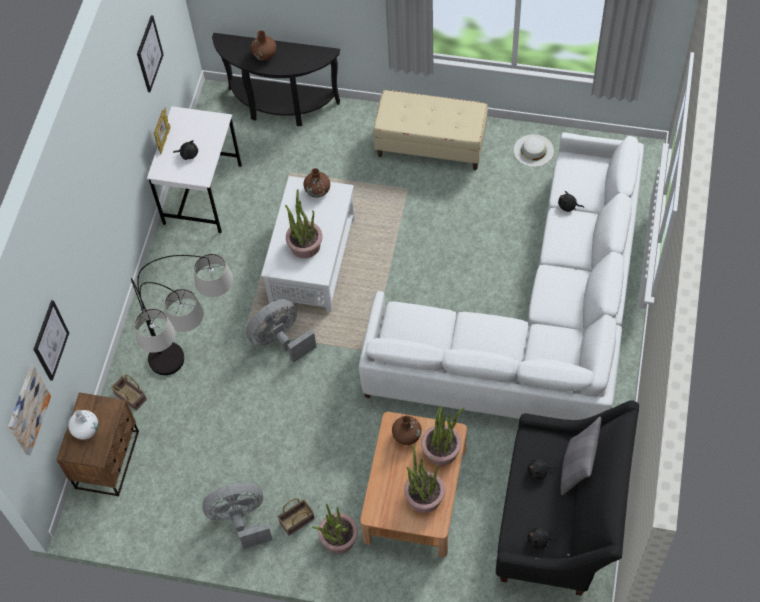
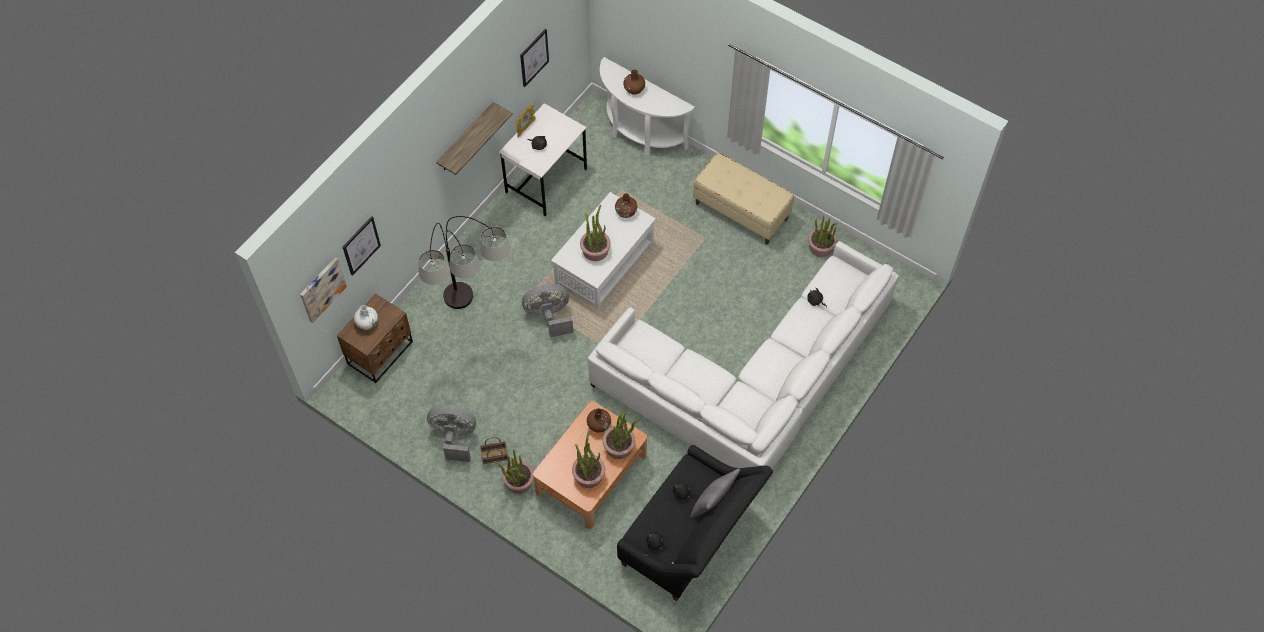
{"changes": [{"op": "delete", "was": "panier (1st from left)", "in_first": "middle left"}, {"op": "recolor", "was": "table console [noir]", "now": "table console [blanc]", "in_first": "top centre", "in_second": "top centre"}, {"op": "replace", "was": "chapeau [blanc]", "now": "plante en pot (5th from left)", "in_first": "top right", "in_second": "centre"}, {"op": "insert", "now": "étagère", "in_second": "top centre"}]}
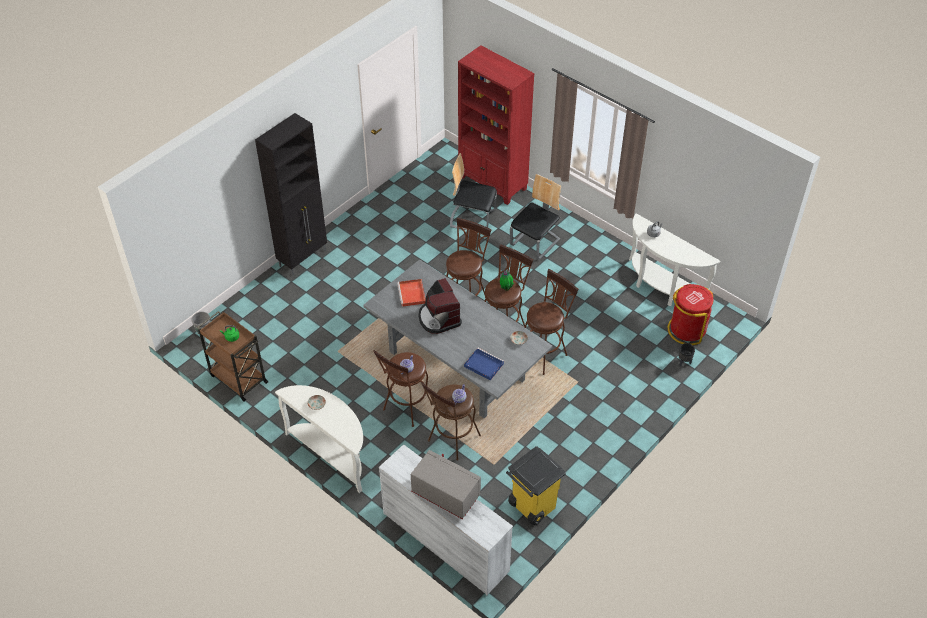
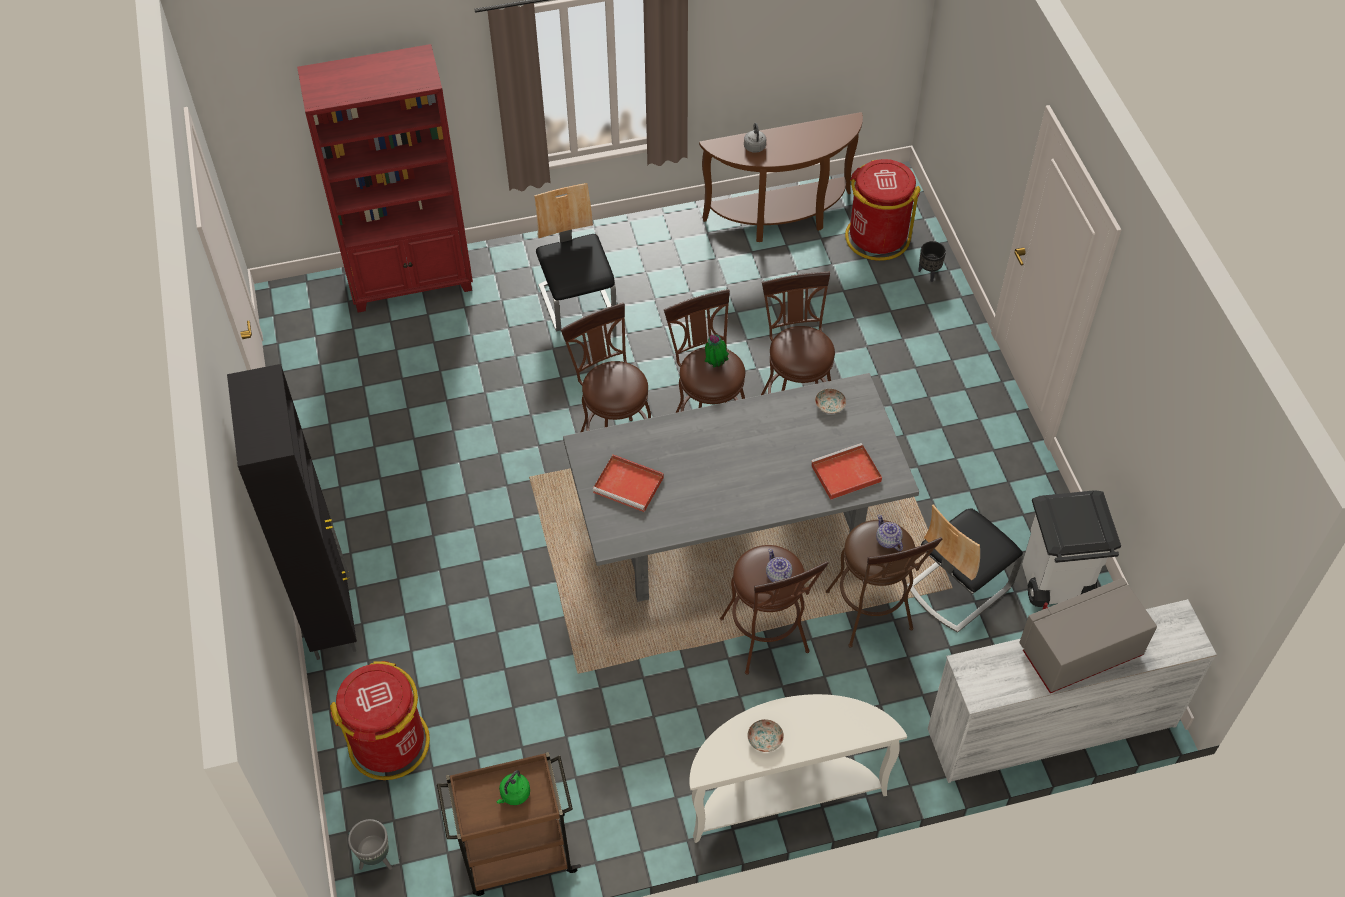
{"changes": [{"op": "delete", "was": "machine à café", "in_first": "centre"}, {"op": "move", "was": "chaise (1st from left in the first image)", "now": "chaise (2nd from left)", "in_first": "top centre", "in_second": "middle right"}, {"op": "recolor", "was": "plateau [bleu]", "now": "plateau [rouge] (2nd from left)", "in_first": "centre", "in_second": "centre"}, {"op": "recolor", "was": "poubelle [jaune]", "now": "poubelle [blanc]", "in_first": "bottom centre", "in_second": "middle right"}, {"op": "recolor", "was": "table console [blanc] (2nd from left)", "now": "table console [marron]", "in_first": "middle right", "in_second": "top centre"}, {"op": "insert", "now": "poubelle [rouge] (1st from left)", "in_second": "bottom left"}]}
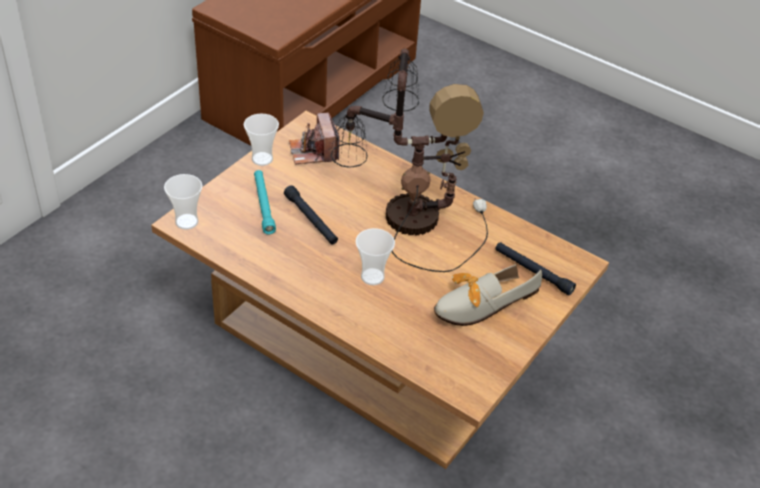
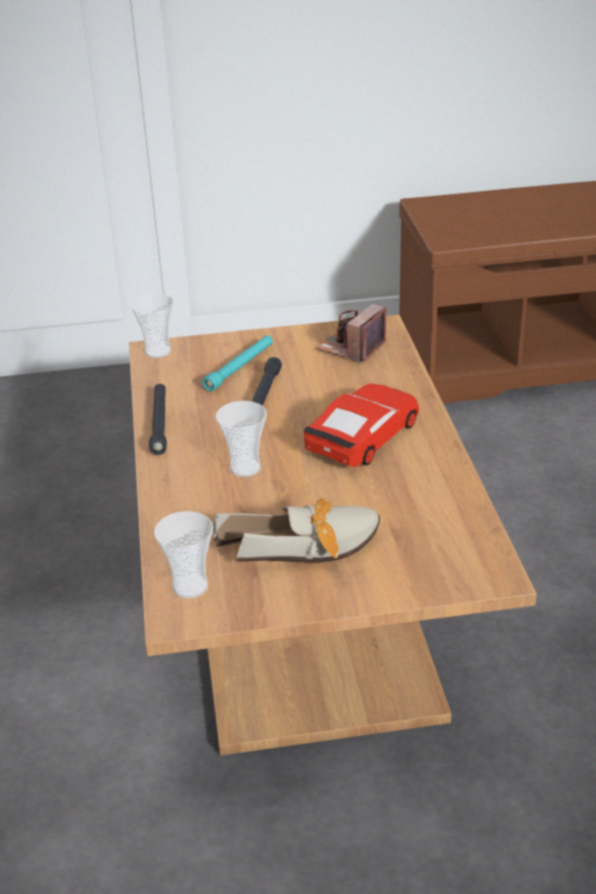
{"changes": [{"op": "move", "was": "tasse (2nd from left)", "in_first": "top centre", "in_second": "middle left"}, {"op": "replace", "was": "lampe de table", "now": "petite voiture [rouge]", "in_first": "top centre", "in_second": "centre"}, {"op": "rotate", "was": "chaussure", "in_first": "centre", "in_second": "centre", "clockwise": 150}, {"op": "move", "was": "lampe de poche [noir] (2nd from left in the first image)", "now": "lampe de poche [noir] (1st from left)", "in_first": "middle right", "in_second": "middle left"}]}
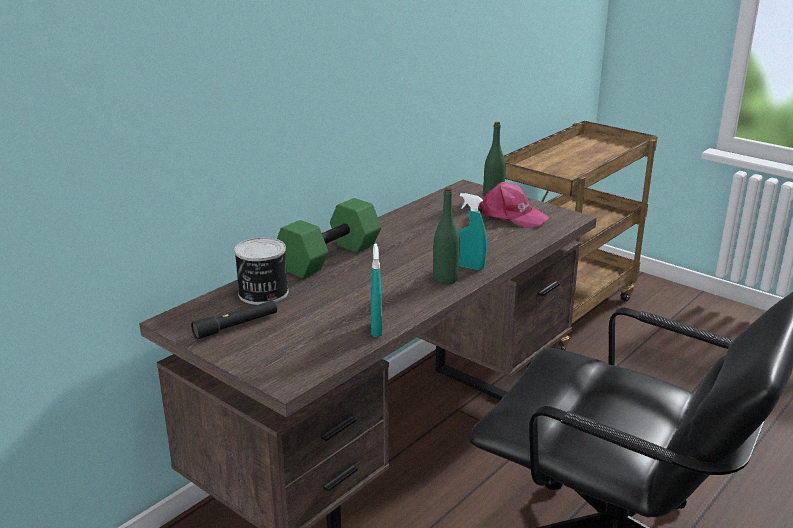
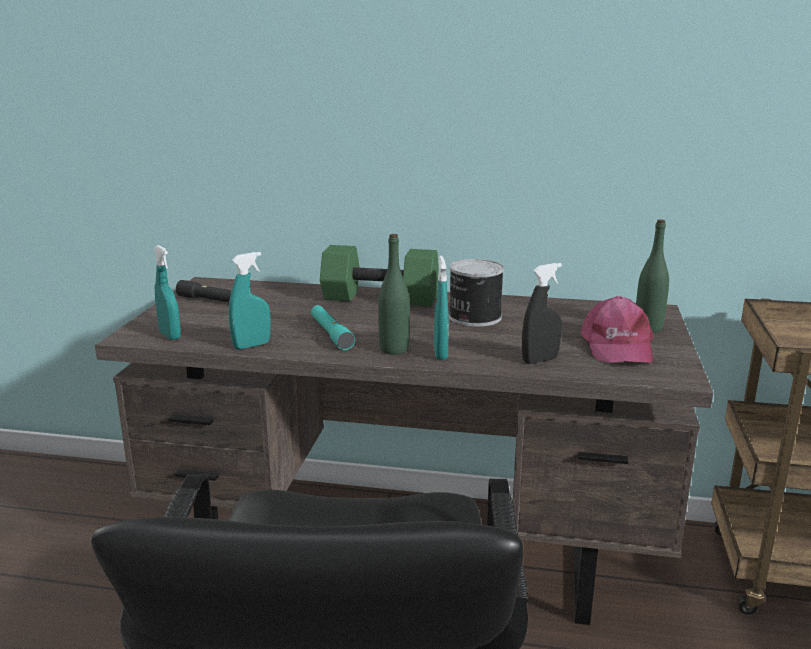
{"changes": [{"op": "move", "was": "boîte métallique", "in_first": "middle left", "in_second": "centre"}, {"op": "insert", "now": "vaporisateur [turquoise] (1st from left)", "in_second": "middle left"}, {"op": "insert", "now": "lampe de poche [turquoise]", "in_second": "centre"}, {"op": "insert", "now": "vaporisateur [noir]", "in_second": "middle right"}]}
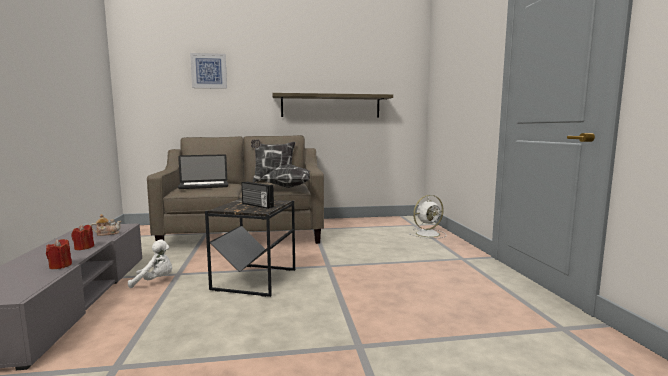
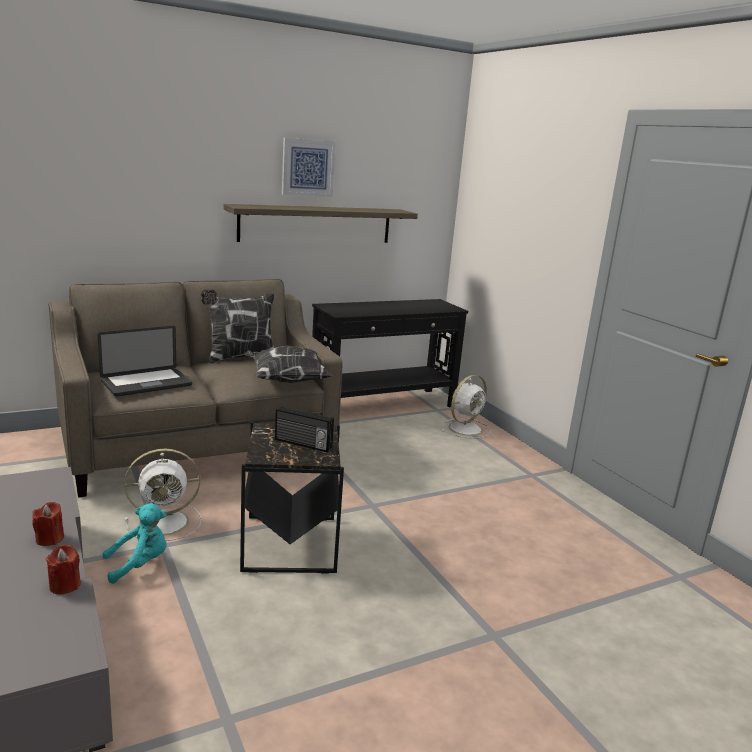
{"changes": [{"op": "delete", "was": "théière", "in_first": "middle left"}, {"op": "recolor", "was": "peluche [blanc]", "now": "peluche [turquoise]", "in_first": "bottom left", "in_second": "bottom left"}, {"op": "move", "was": "tableau", "in_first": "top left", "in_second": "top centre"}, {"op": "insert", "now": "ventilateur [blanc] (1st from left)", "in_second": "middle left"}, {"op": "insert", "now": "table console [noir]", "in_second": "centre"}]}
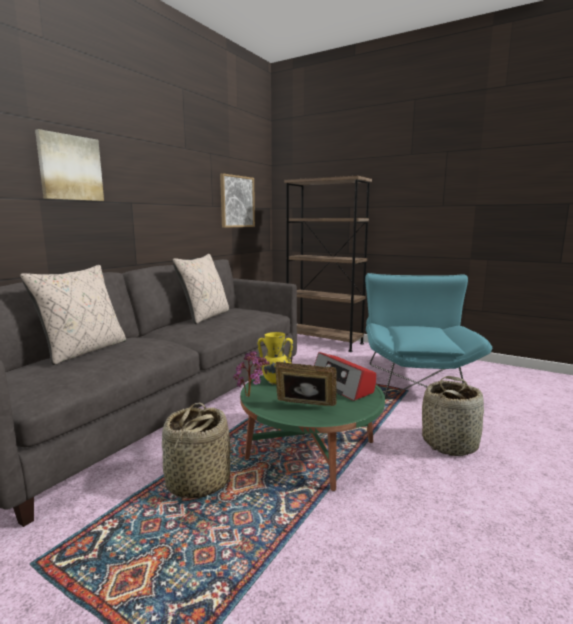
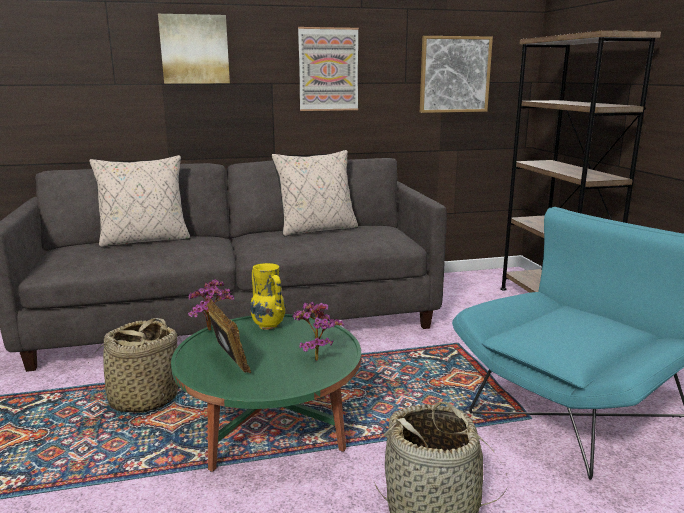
{"changes": [{"op": "replace", "was": "radio", "now": "plante en pot (2nd from left)", "in_first": "centre", "in_second": "centre"}, {"op": "insert", "now": "tableau (2nd from left)", "in_second": "top centre"}]}
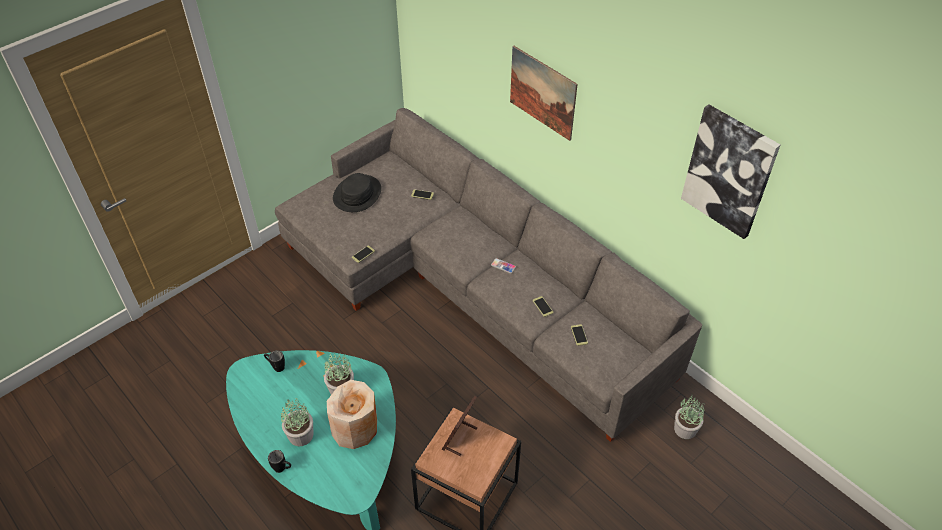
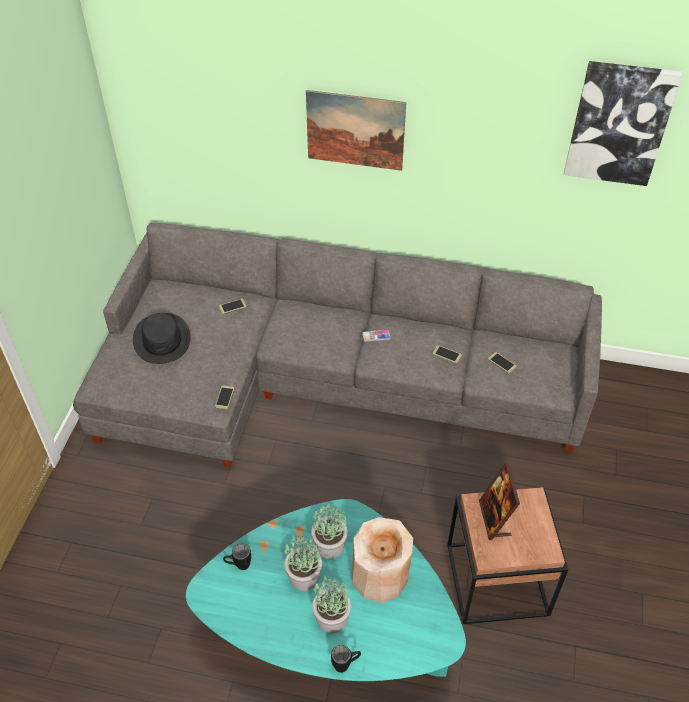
{"changes": [{"op": "move", "was": "plante en pot (3rd from left in the first image)", "now": "plante en pot (1st from left)", "in_first": "bottom right", "in_second": "bottom centre"}]}
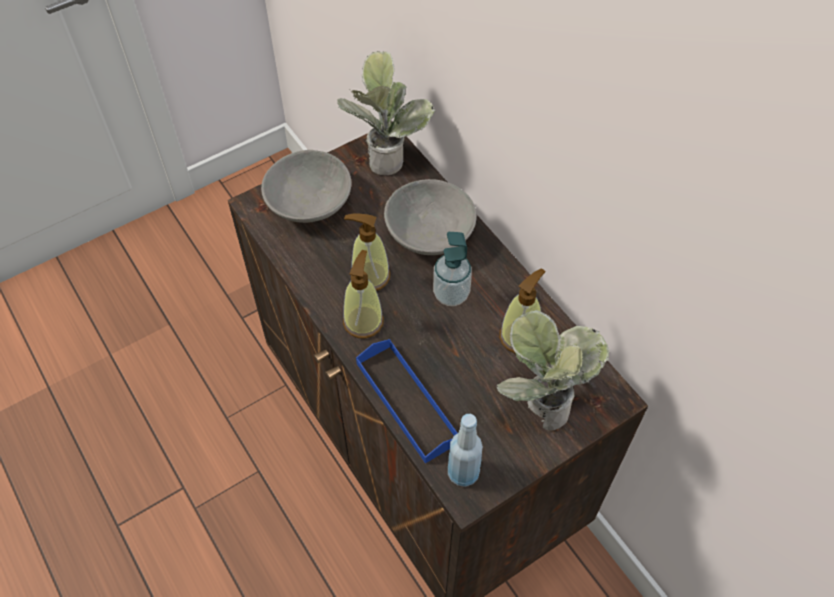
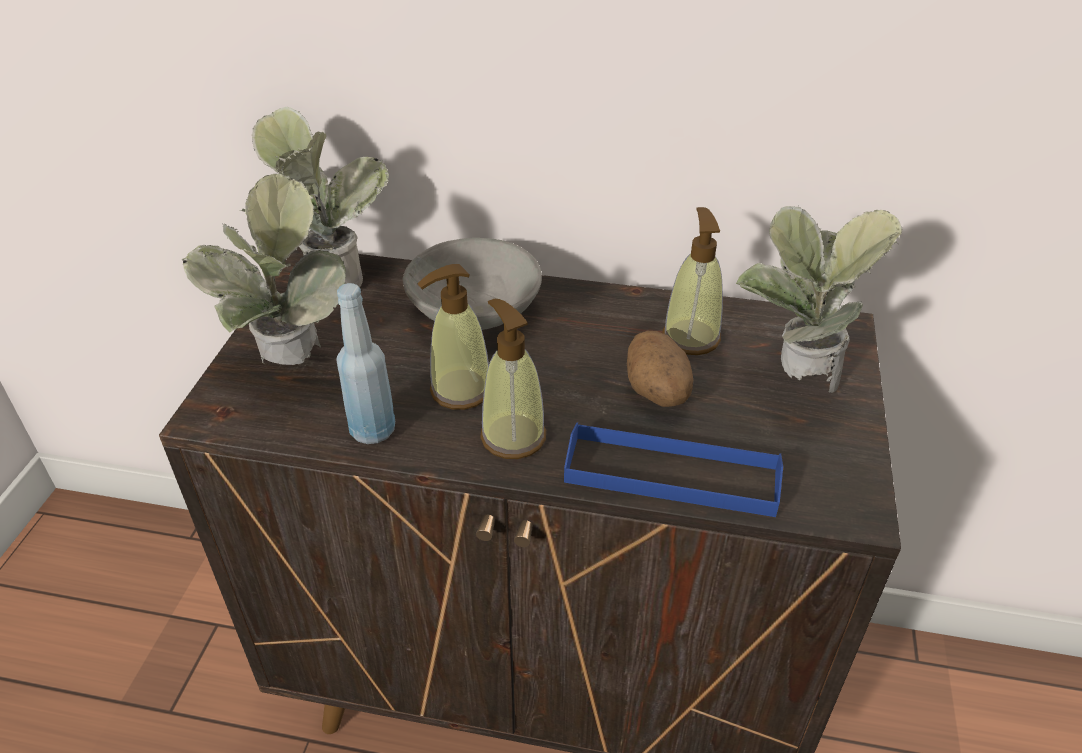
{"changes": [{"op": "replace", "was": "bol [gris] (1st from left)", "now": "plante en pot (1st from left)", "in_first": "top centre", "in_second": "middle left"}, {"op": "delete", "was": "distributeur de savon (3rd from left)", "in_first": "centre"}, {"op": "move", "was": "bouteille [bleu]", "in_first": "bottom centre", "in_second": "centre"}, {"op": "insert", "now": "pomme de terre", "in_second": "centre"}]}
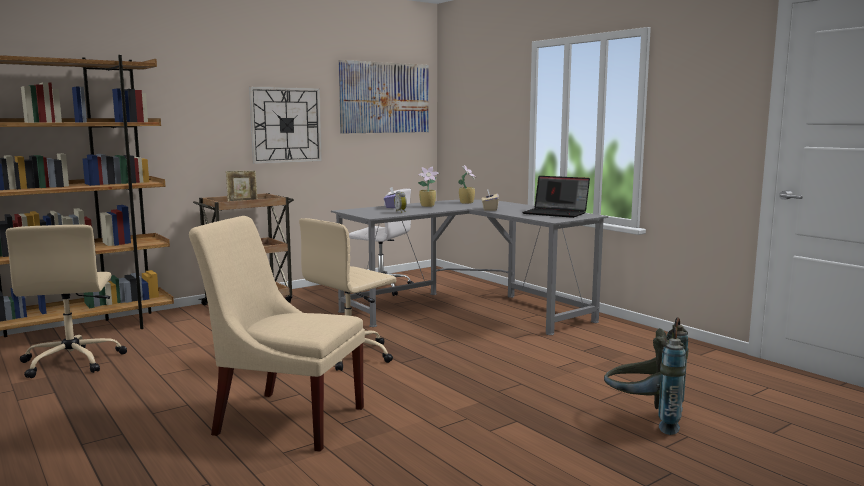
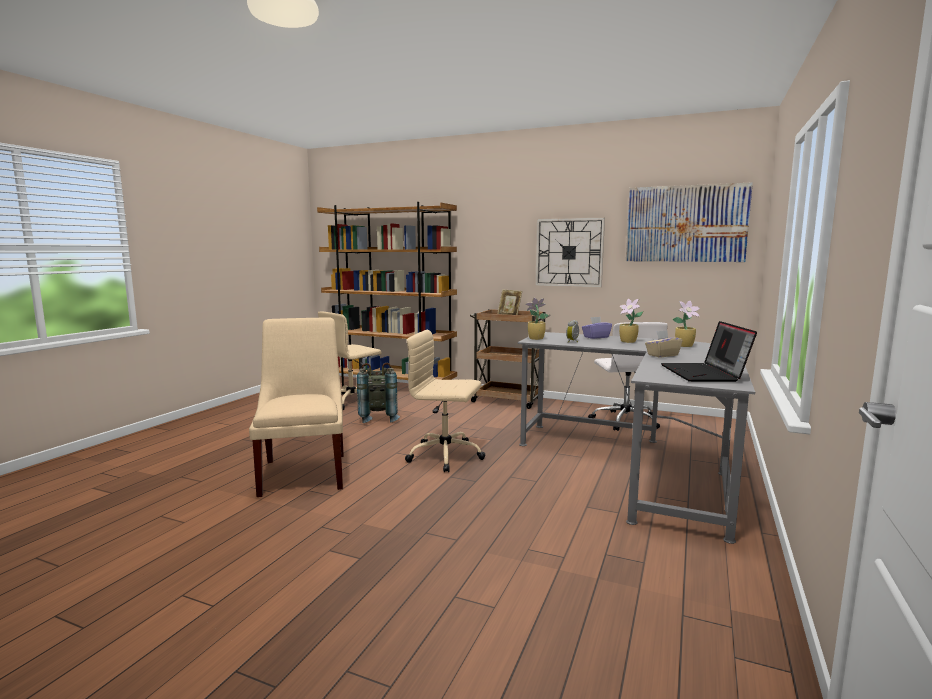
{"changes": [{"op": "move", "was": "sac à dos [gris]", "in_first": "bottom right", "in_second": "centre"}, {"op": "insert", "now": "plante en pot (1st from left)", "in_second": "centre"}]}
